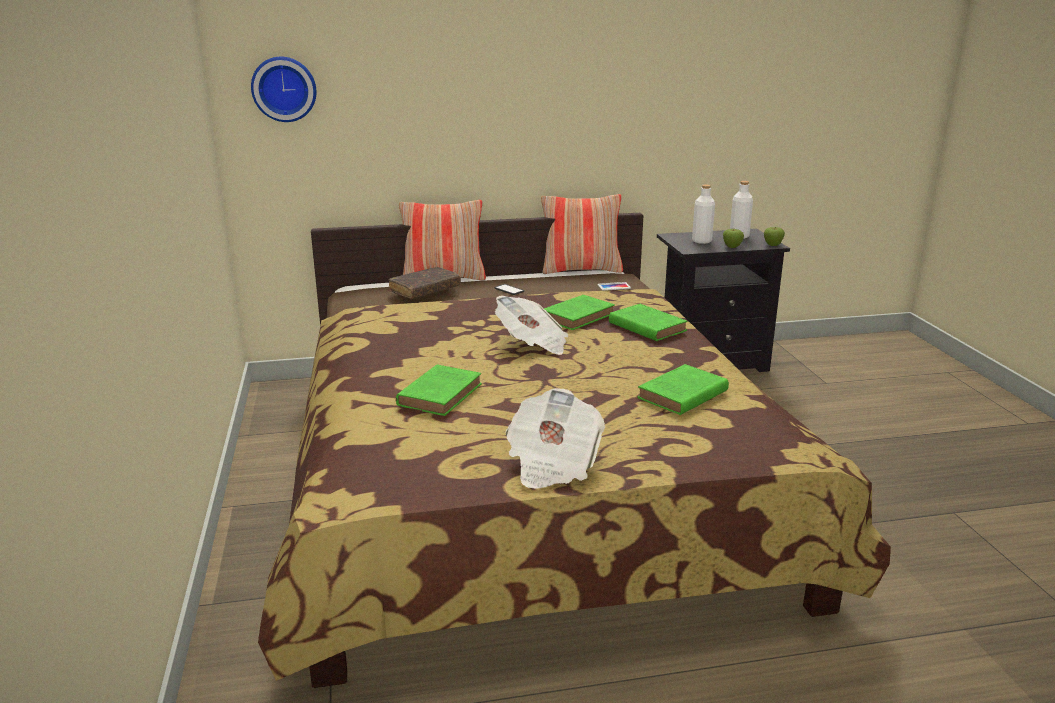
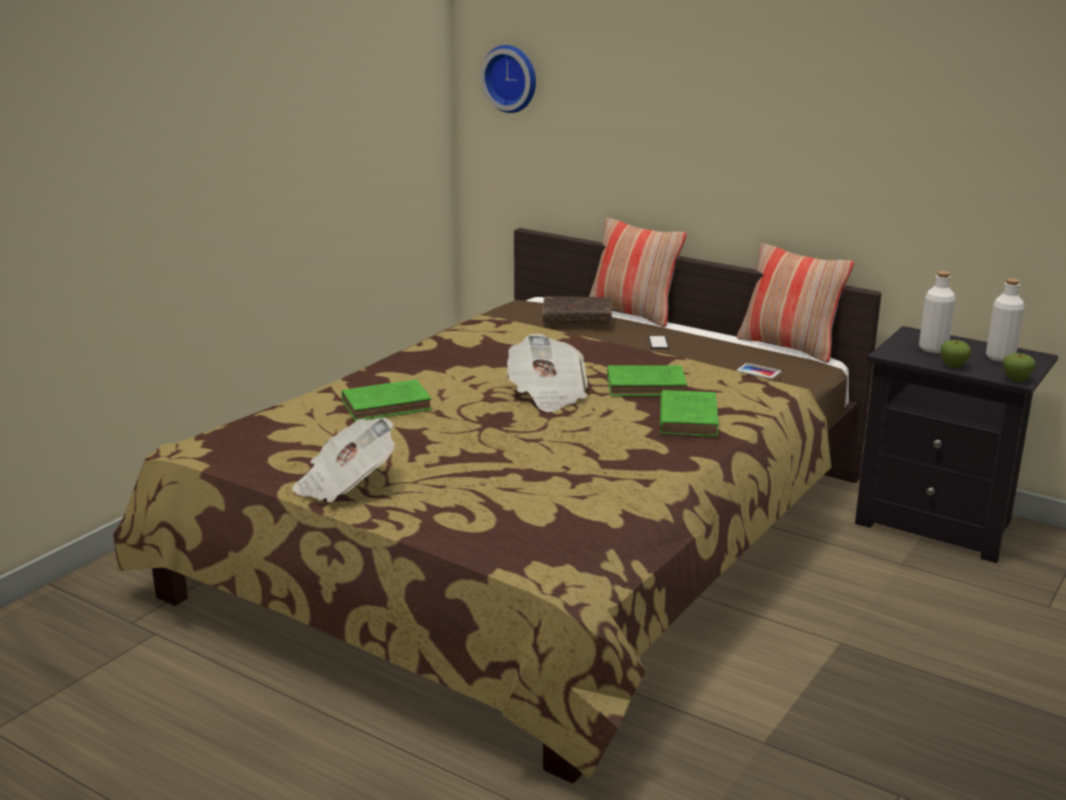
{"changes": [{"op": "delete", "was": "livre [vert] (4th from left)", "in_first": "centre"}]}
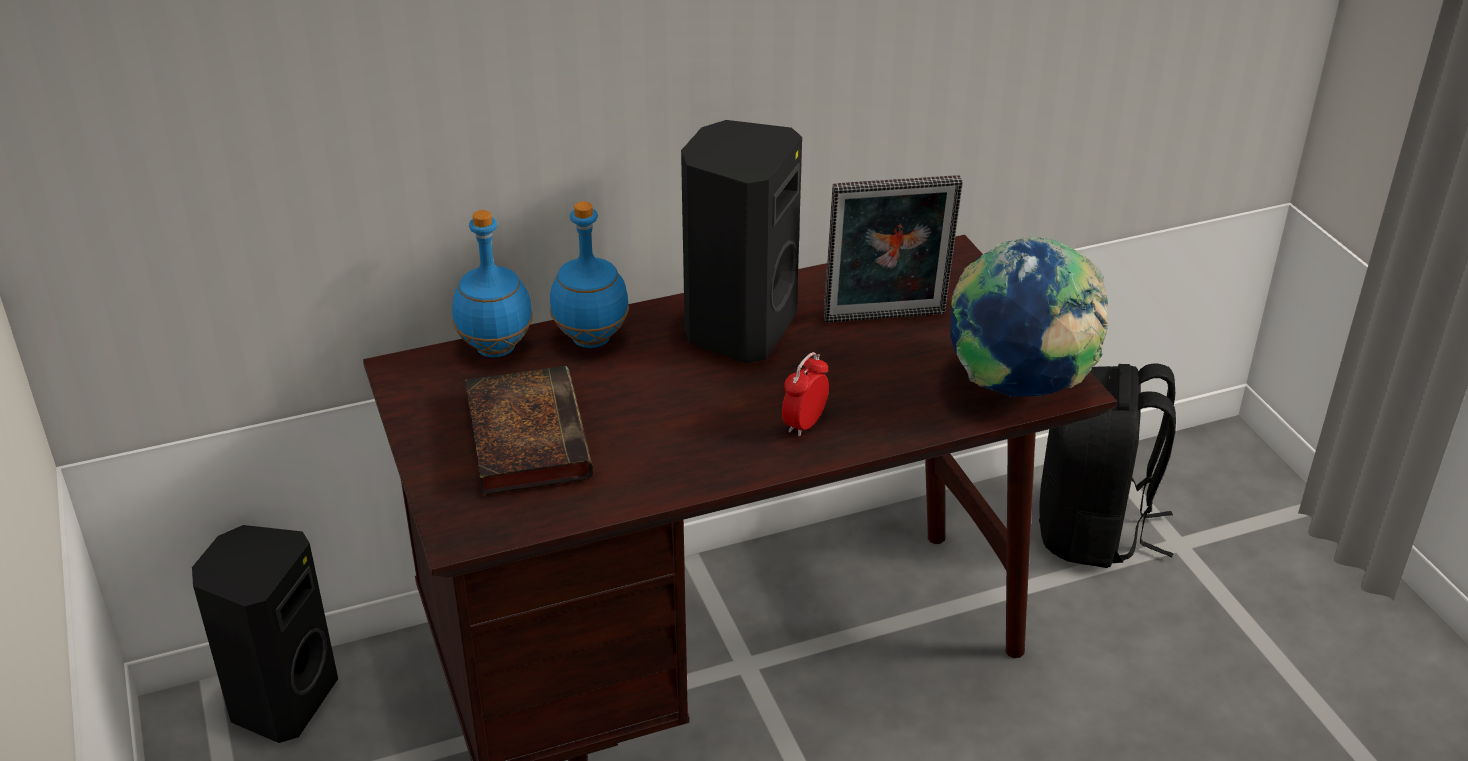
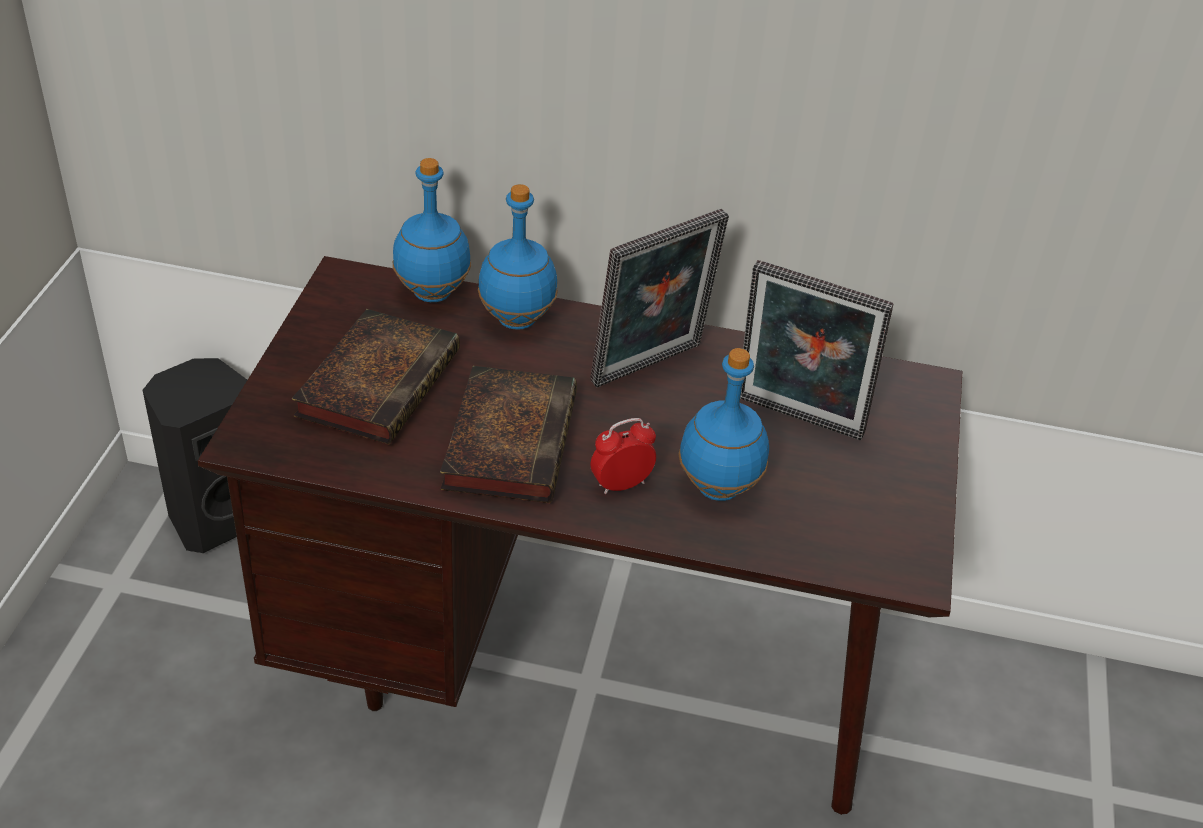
{"changes": [{"op": "replace", "was": "enceinte [noir] (2nd from left)", "now": "cadre photo (1st from left)", "in_first": "top centre", "in_second": "centre"}, {"op": "delete", "was": "globe", "in_first": "middle right"}, {"op": "delete", "was": "sac à dos [noir]", "in_first": "middle right"}, {"op": "insert", "now": "livre (2nd from left)", "in_second": "centre"}, {"op": "insert", "now": "bouteille [bleu] (3rd from left)", "in_second": "centre"}]}
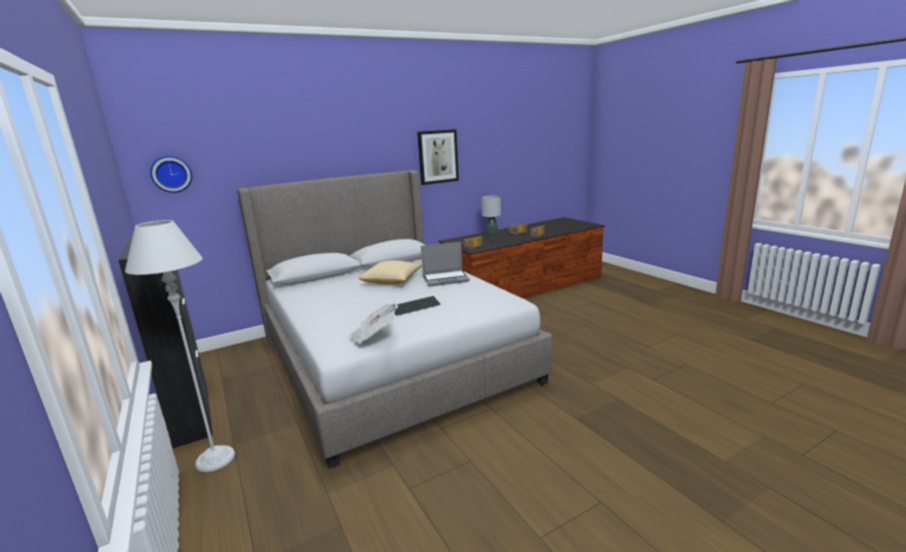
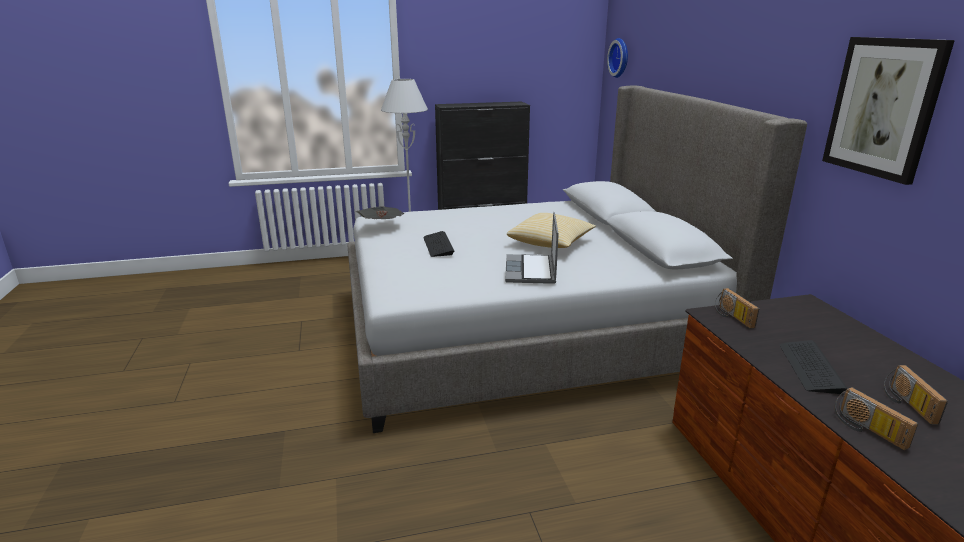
{"changes": [{"op": "delete", "was": "lampe de table [gris]", "in_first": "centre"}]}
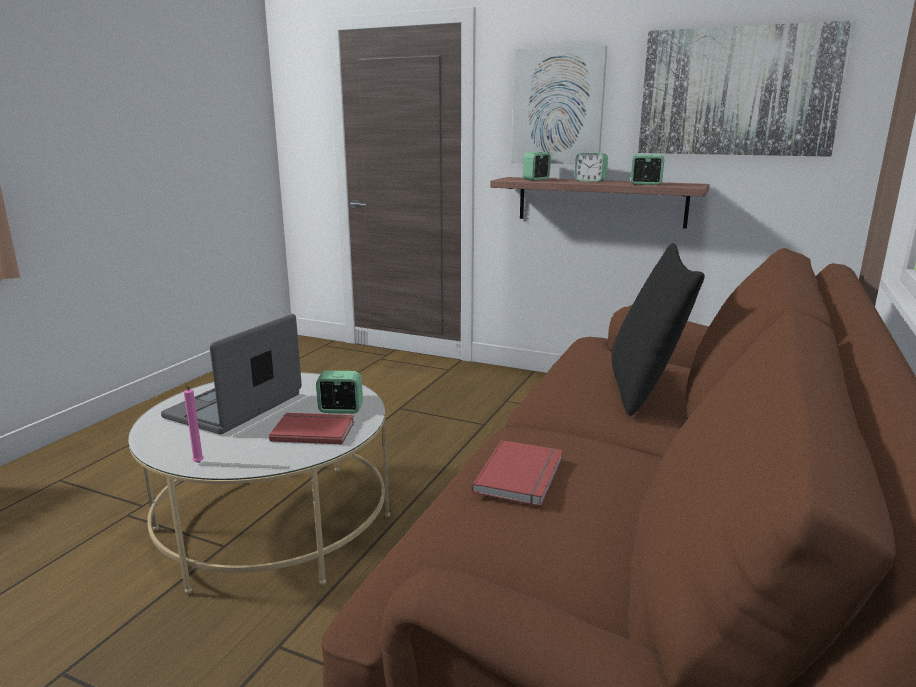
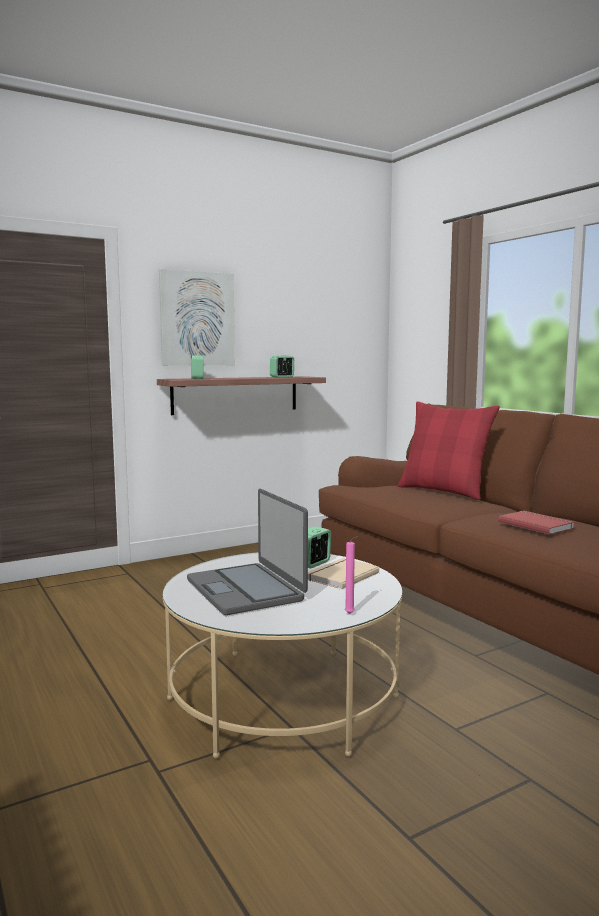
{"changes": [{"op": "recolor", "was": "livre [rouge] (1st from left)", "now": "livre [beige]", "in_first": "centre", "in_second": "centre"}, {"op": "delete", "was": "réveil (3rd from left)", "in_first": "top centre"}, {"op": "recolor", "was": "coussin [noir]", "now": "coussin [rouge]", "in_first": "middle right", "in_second": "middle right"}, {"op": "delete", "was": "tableau (2nd from left)", "in_first": "top right"}]}
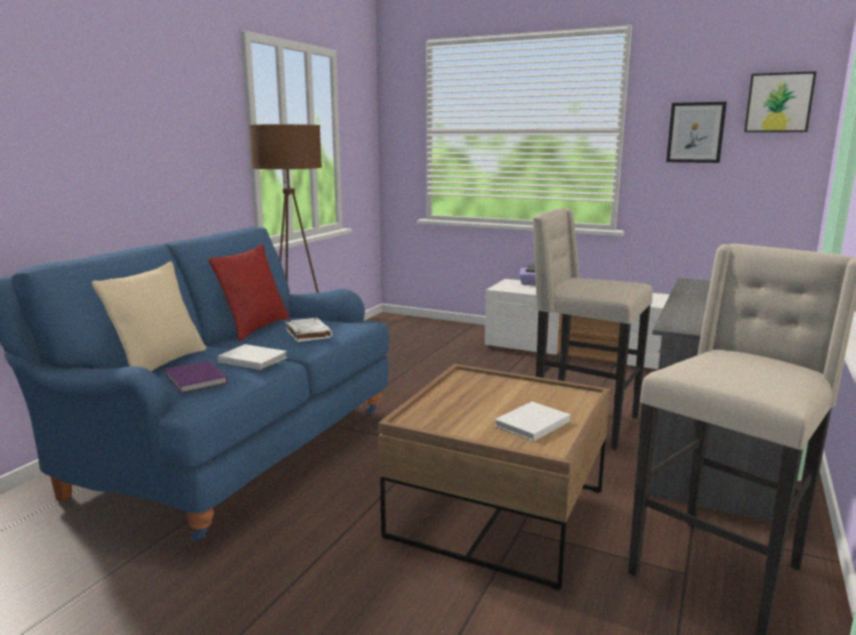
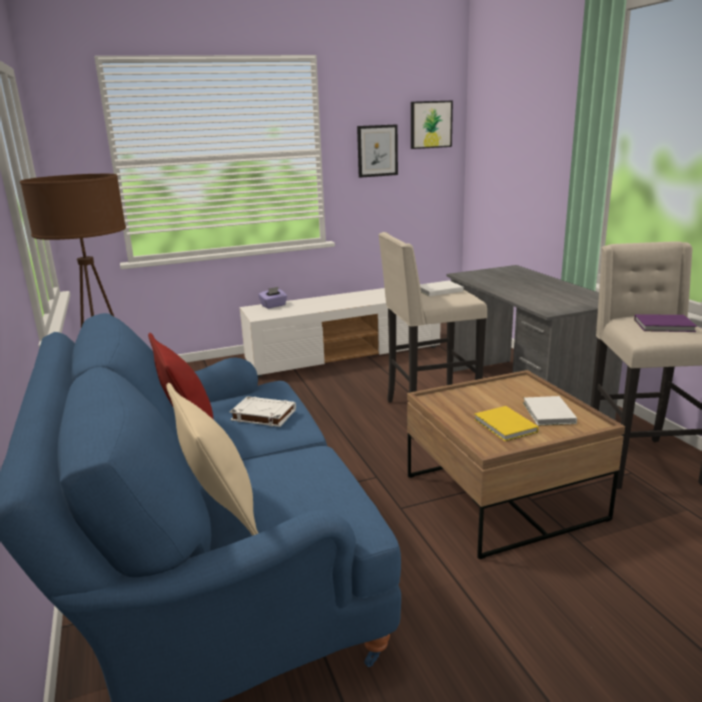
{"changes": [{"op": "move", "was": "livre [violet]", "in_first": "middle left", "in_second": "middle right"}, {"op": "move", "was": "livre [blanc] (1st from left in the first image)", "now": "livre [blanc] (2nd from left)", "in_first": "middle left", "in_second": "centre"}, {"op": "insert", "now": "livre [jaune]", "in_second": "middle right"}]}
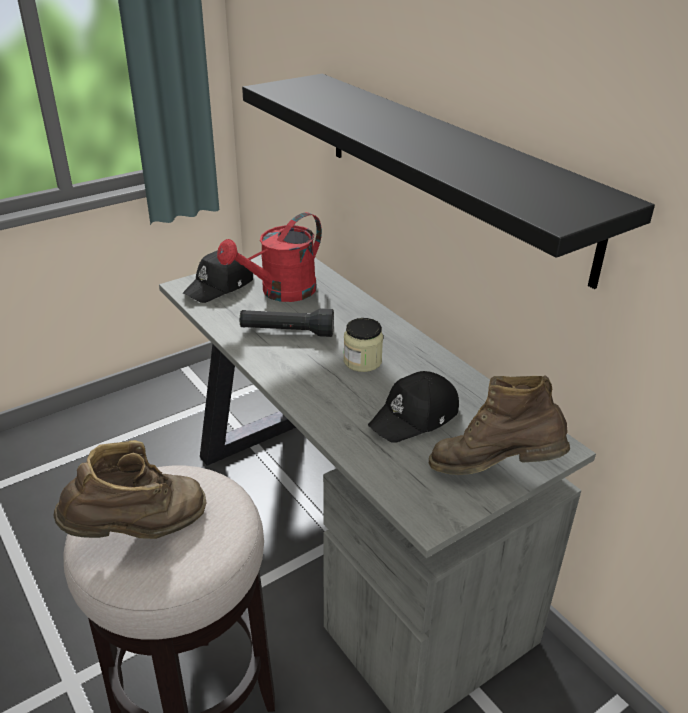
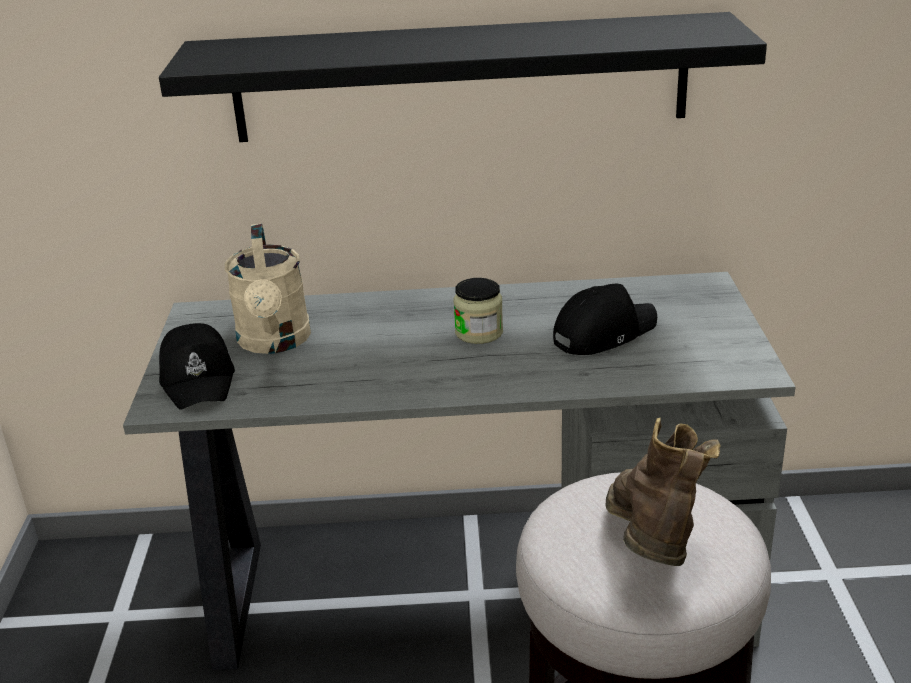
{"changes": [{"op": "recolor", "was": "arrosoir [rouge]", "now": "arrosoir [beige]", "in_first": "centre", "in_second": "middle left"}, {"op": "delete", "was": "lampe de poche [noir]", "in_first": "centre"}, {"op": "rotate", "was": "casquette [noir] (2nd from left)", "in_first": "centre", "in_second": "centre", "clockwise": -120}, {"op": "delete", "was": "botte [marron] (2nd from left)", "in_first": "middle right"}]}
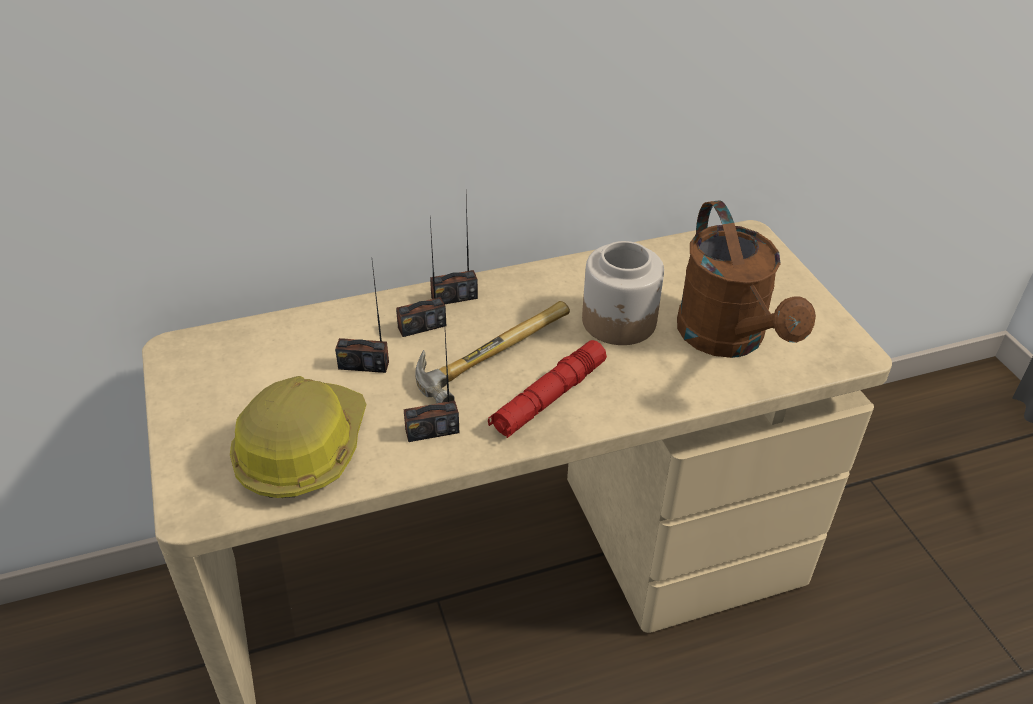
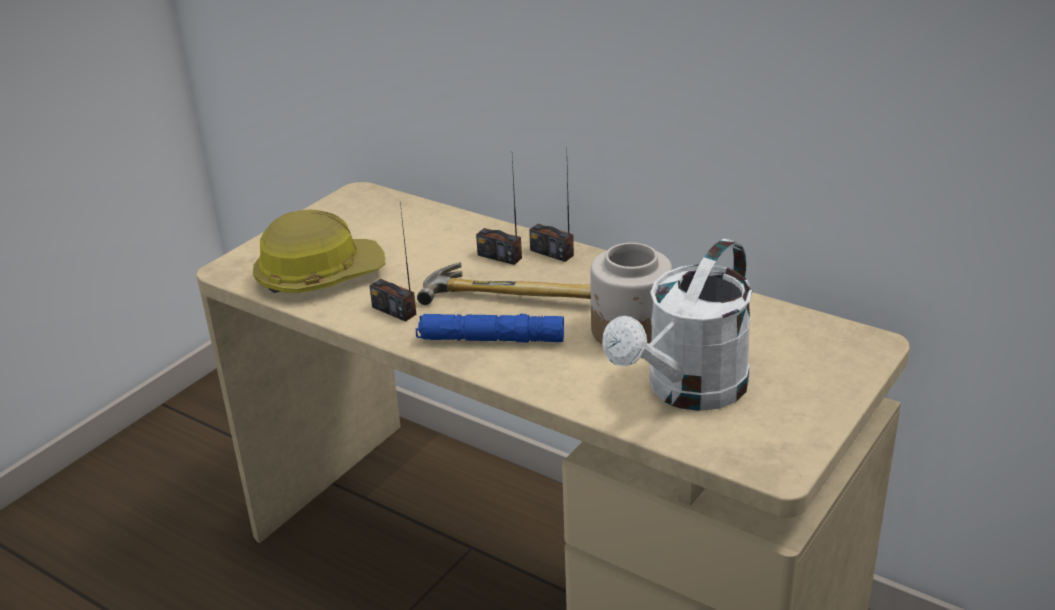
{"changes": [{"op": "delete", "was": "radio (1st from left)", "in_first": "centre"}, {"op": "recolor", "was": "lampe de poche [rouge]", "now": "lampe de poche [bleu]", "in_first": "centre", "in_second": "centre"}, {"op": "recolor", "was": "arrosoir [marron]", "now": "arrosoir [blanc]", "in_first": "middle right", "in_second": "centre"}]}
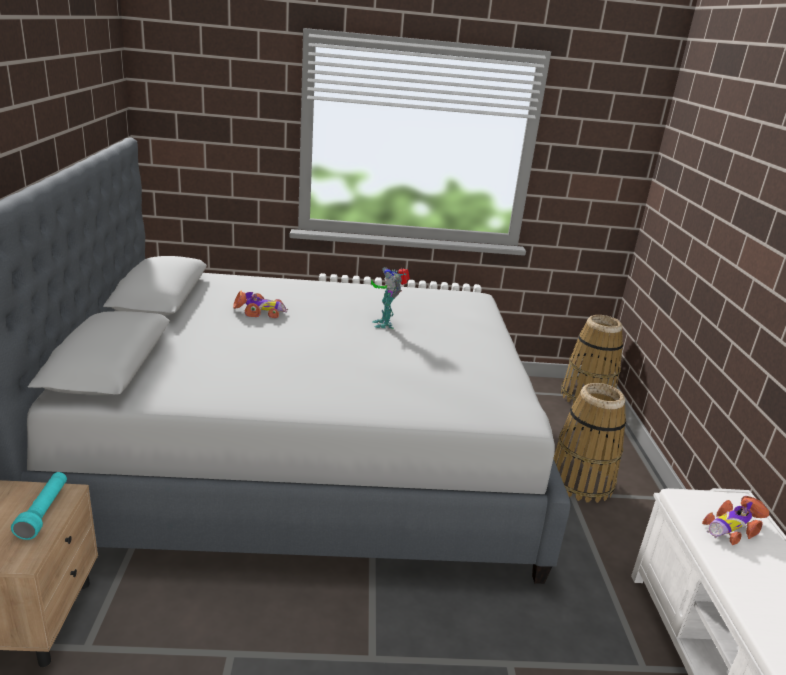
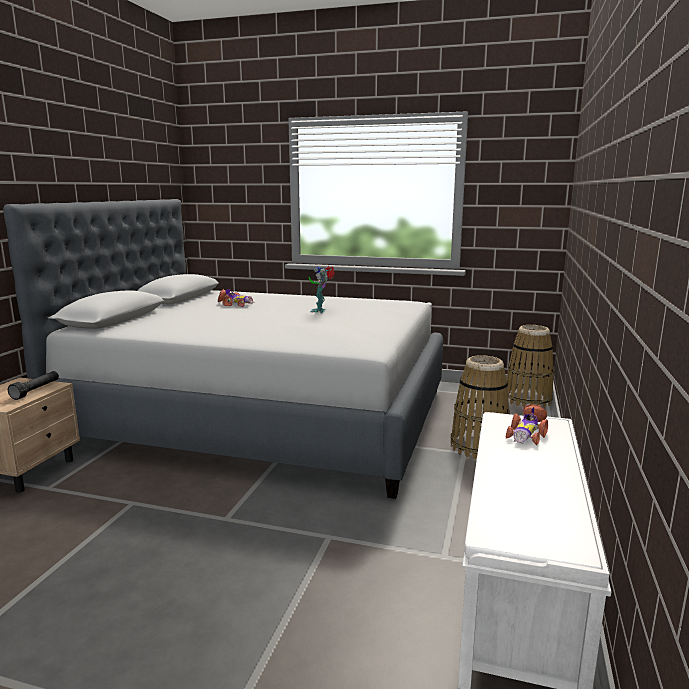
{"changes": [{"op": "recolor", "was": "lampe de poche [turquoise]", "now": "lampe de poche [noir]", "in_first": "bottom left", "in_second": "middle left"}, {"op": "rotate", "was": "petite voiture (2nd from left)", "in_first": "bottom right", "in_second": "middle right", "clockwise": -45}]}
